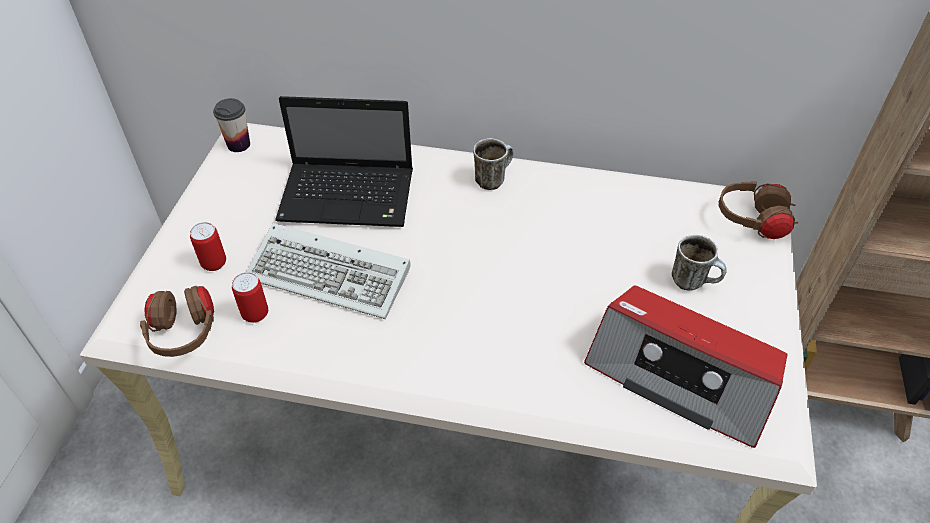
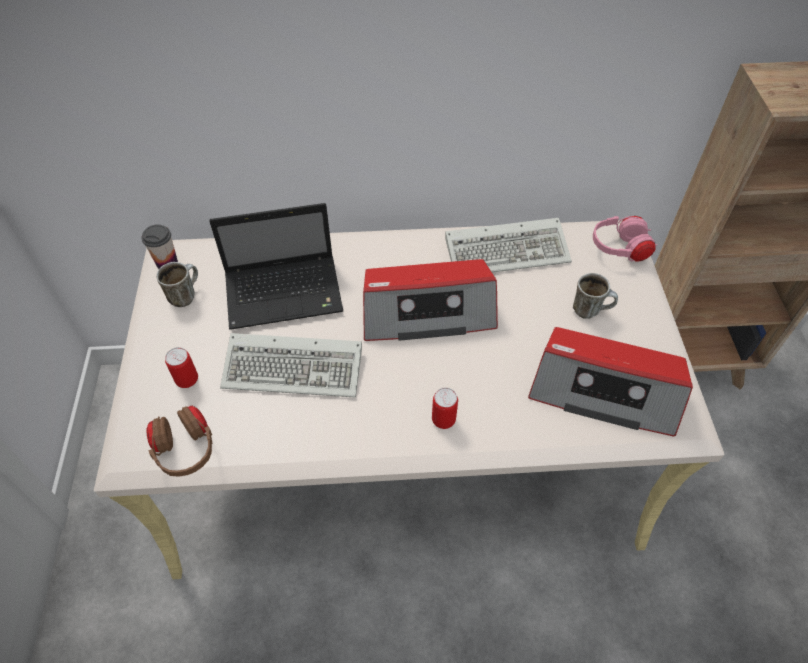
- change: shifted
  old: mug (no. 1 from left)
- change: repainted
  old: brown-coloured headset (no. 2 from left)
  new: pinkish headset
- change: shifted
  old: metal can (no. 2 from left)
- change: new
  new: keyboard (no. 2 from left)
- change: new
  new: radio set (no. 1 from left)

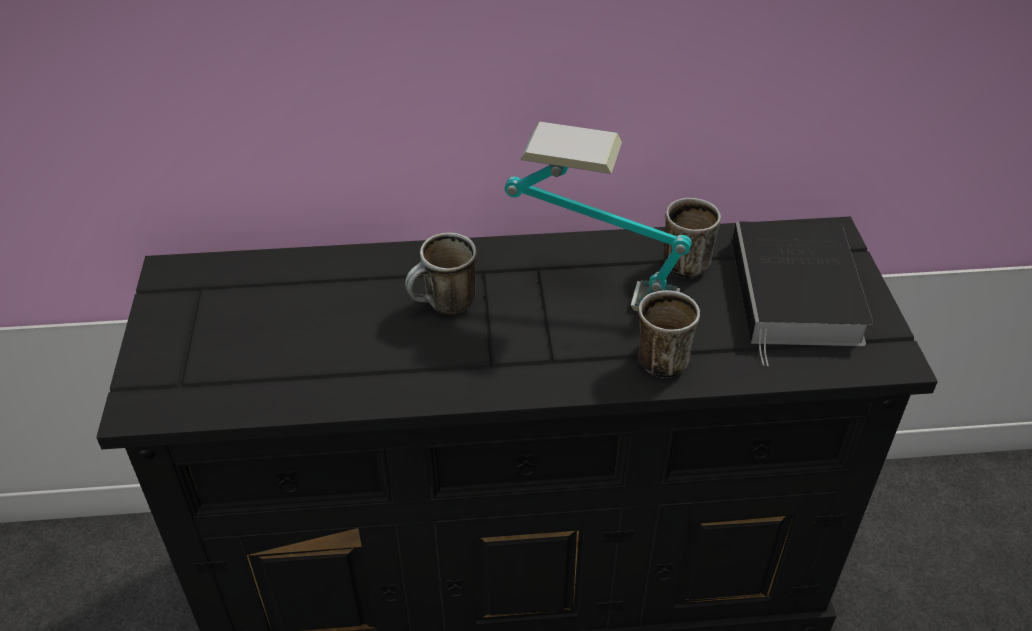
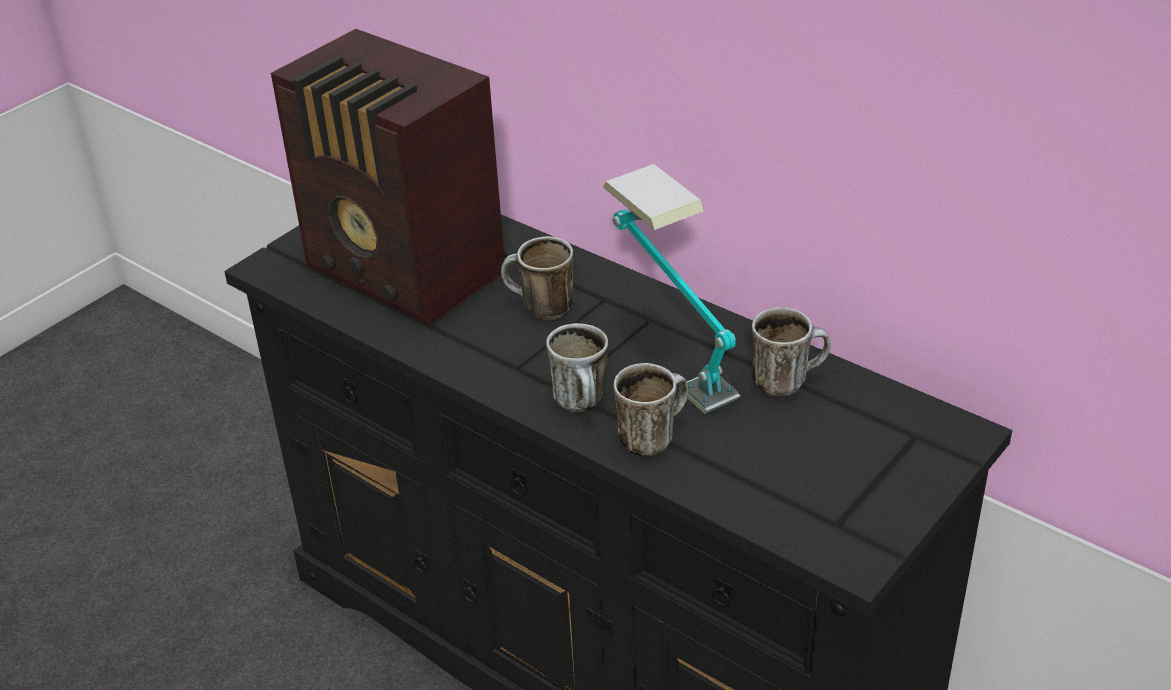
- change: gone
  old: bound book
- change: new
  new: radio set
- change: new
  new: mug (no. 2 from left)

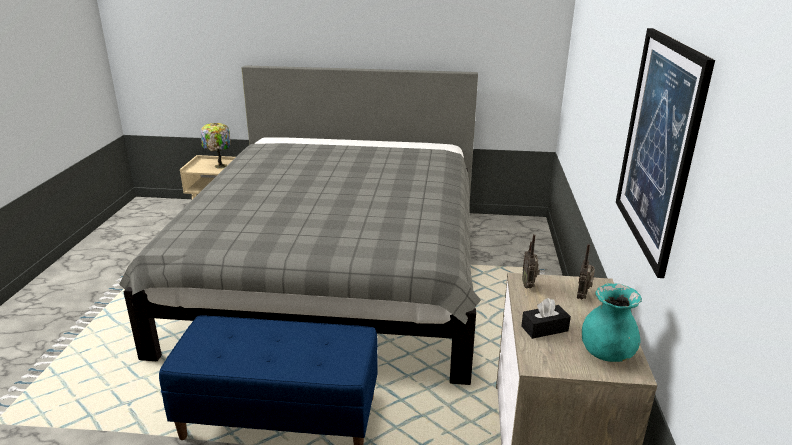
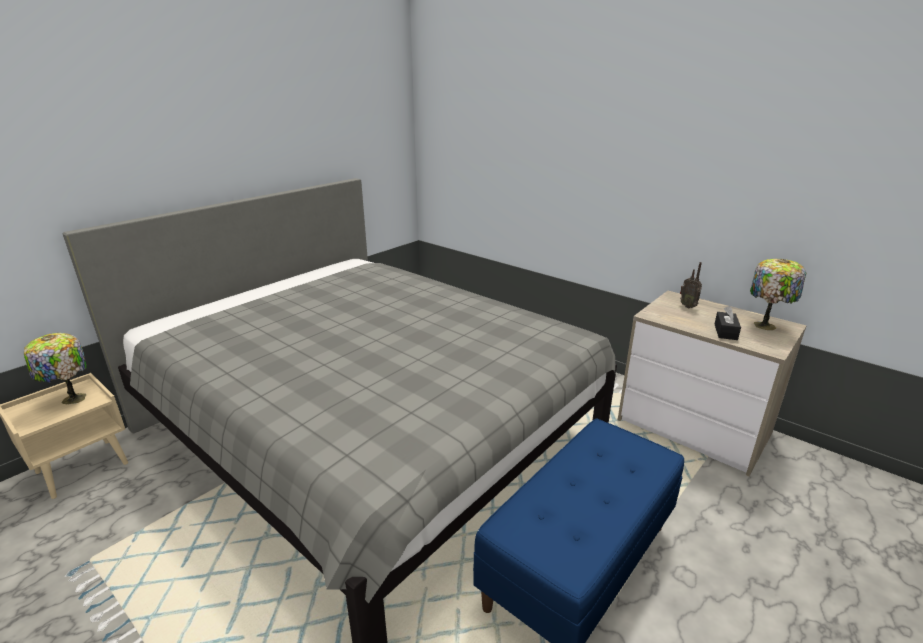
- change: gone
  old: wall art
- change: gone
  old: radio set (no. 1 from left)
- change: swapped
  old: turquoise-coloured flower vase
  new: table lamp (no. 2 from left)

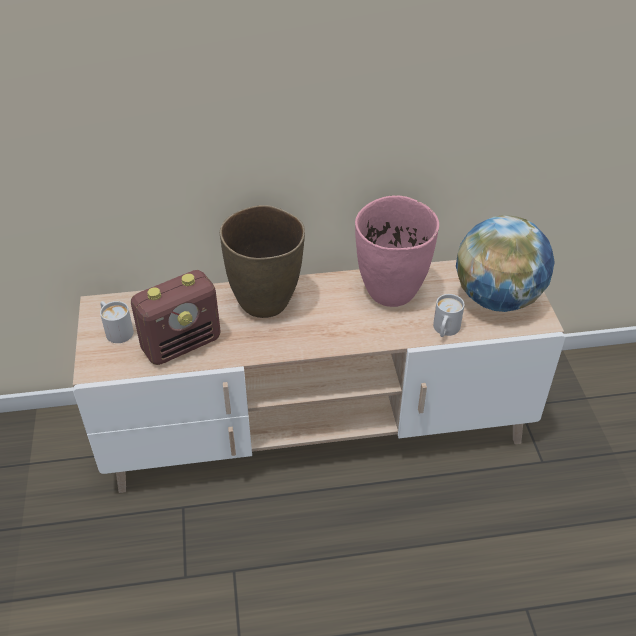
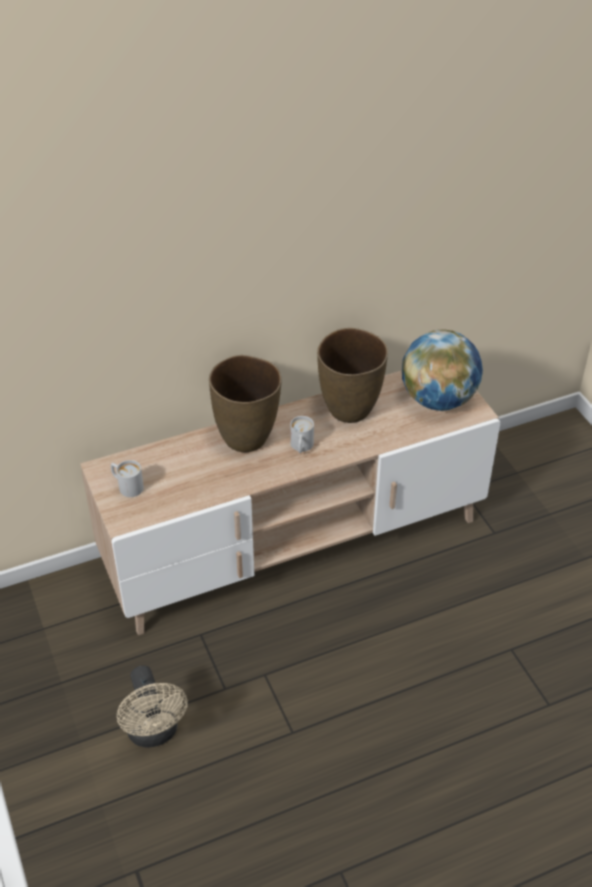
- change: repainted
  old: pinkish flower vase
  new: brown-coloured flower vase (no. 2 from left)
- change: gone
  old: radio set
- change: shifted
  old: white mug (no. 2 from left)
- change: new
  new: beige fan

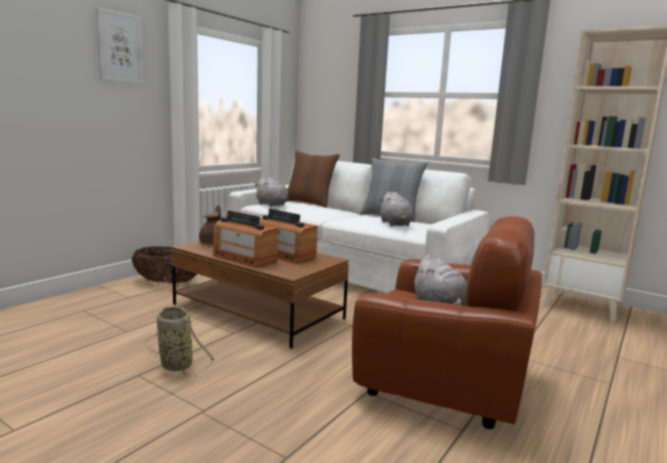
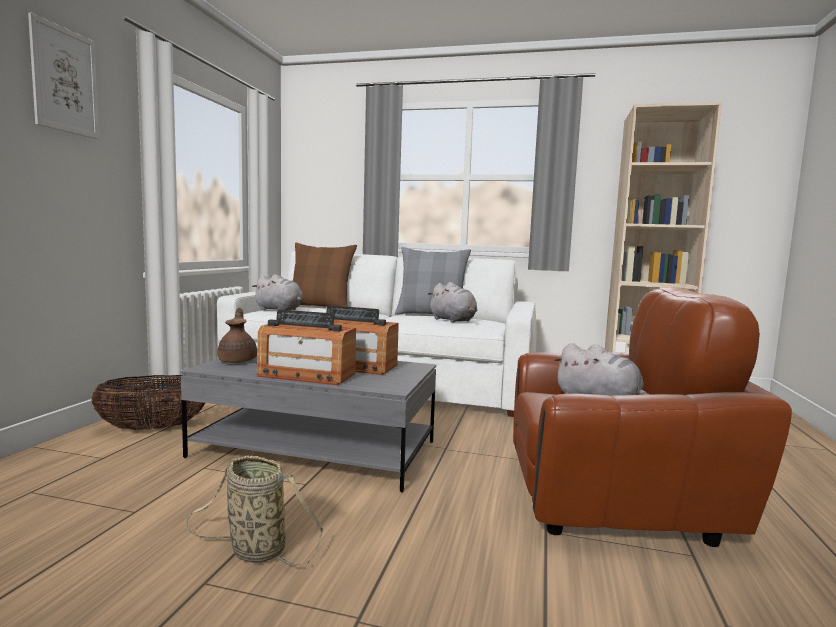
- change: repainted
  old: brown-coloured low table
  new: gray low table

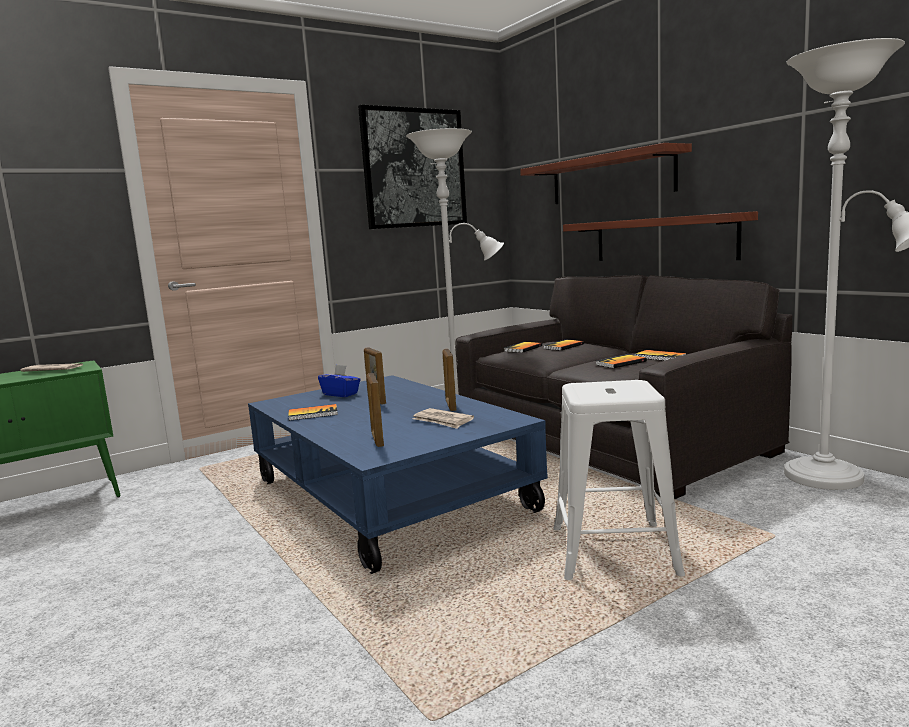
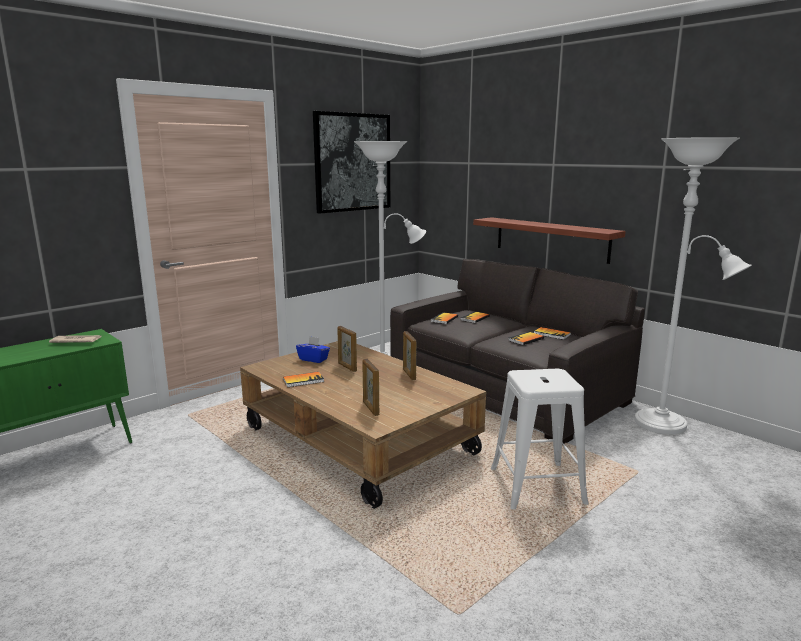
- change: gone
  old: bracket shelf (no. 1 from left)
- change: repainted
  old: bluish low table
  new: brown-coloured low table
- change: gone
  old: printed paper (no. 2 from left)

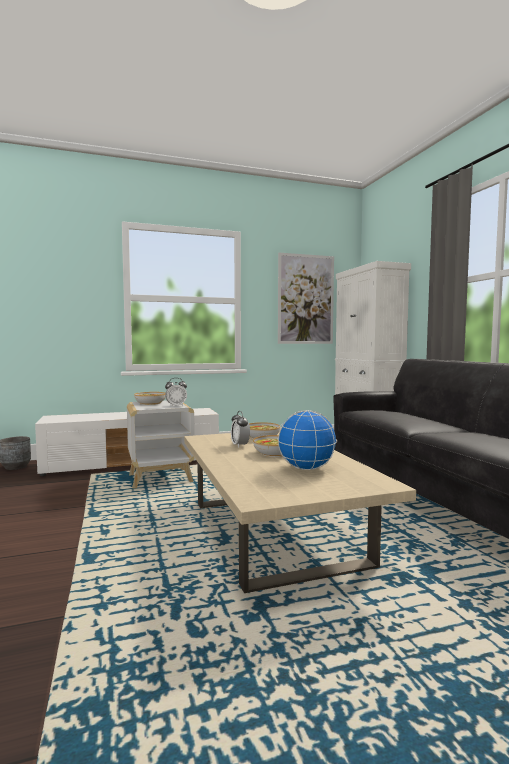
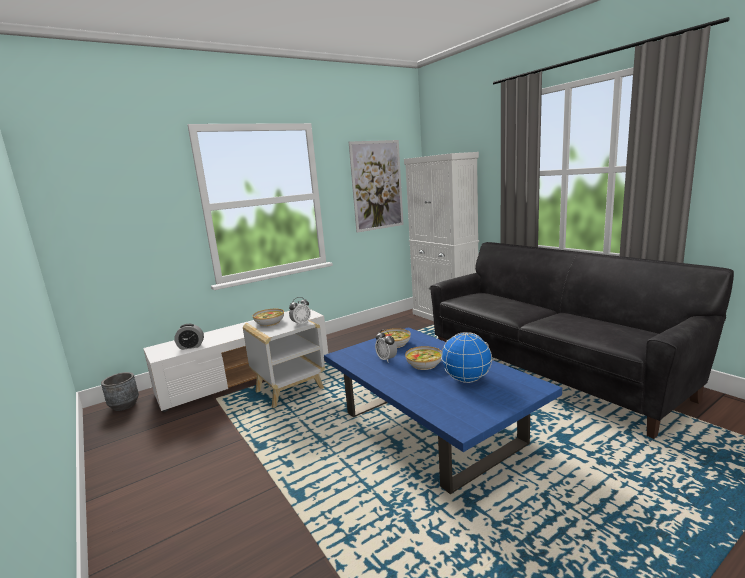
- change: repainted
  old: beige low table
  new: bluish low table
- change: new
  new: alarm clock (no. 1 from left)

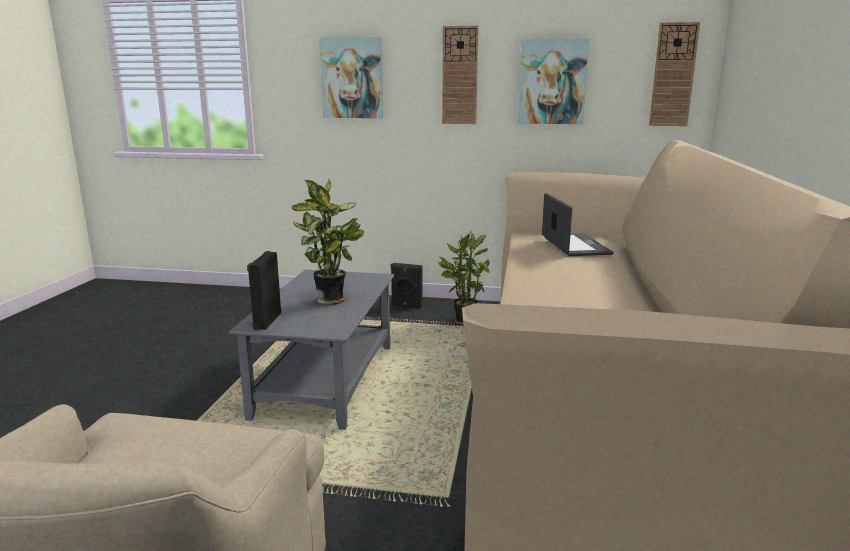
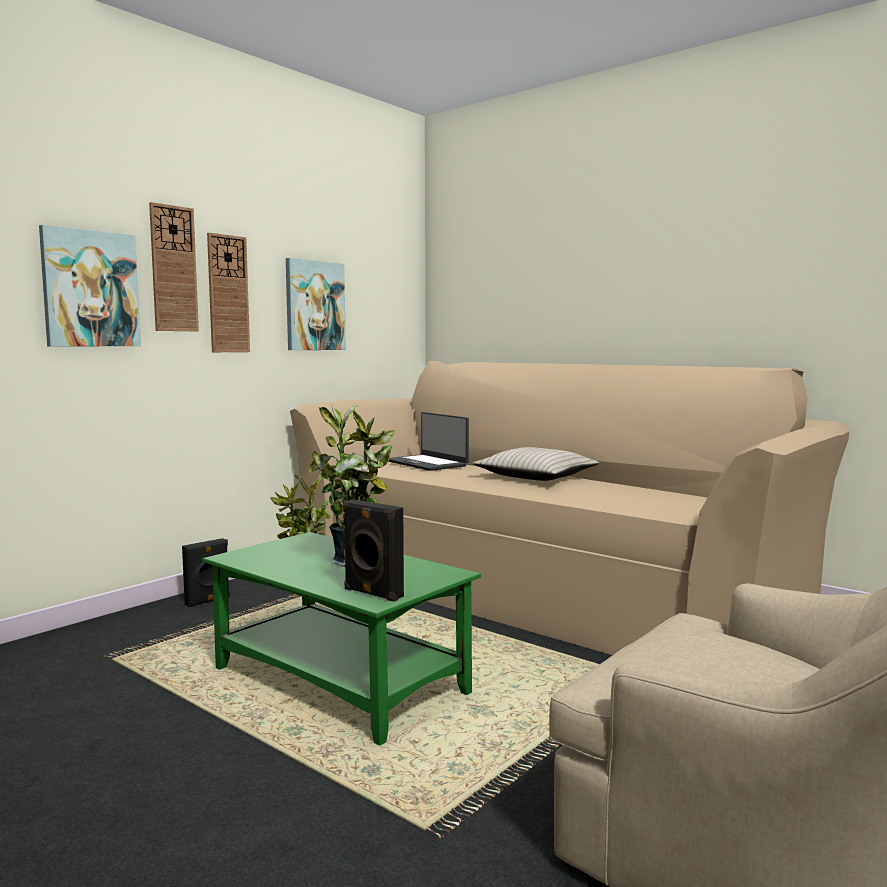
- change: shifted
  old: wall clock (no. 2 from left in the first image)
  new: wall clock (no. 1 from left)
- change: rotated
  old: laptop
  degrees: -150
- change: repainted
  old: gray low table
  new: green low table
- change: new
  new: beige cushion

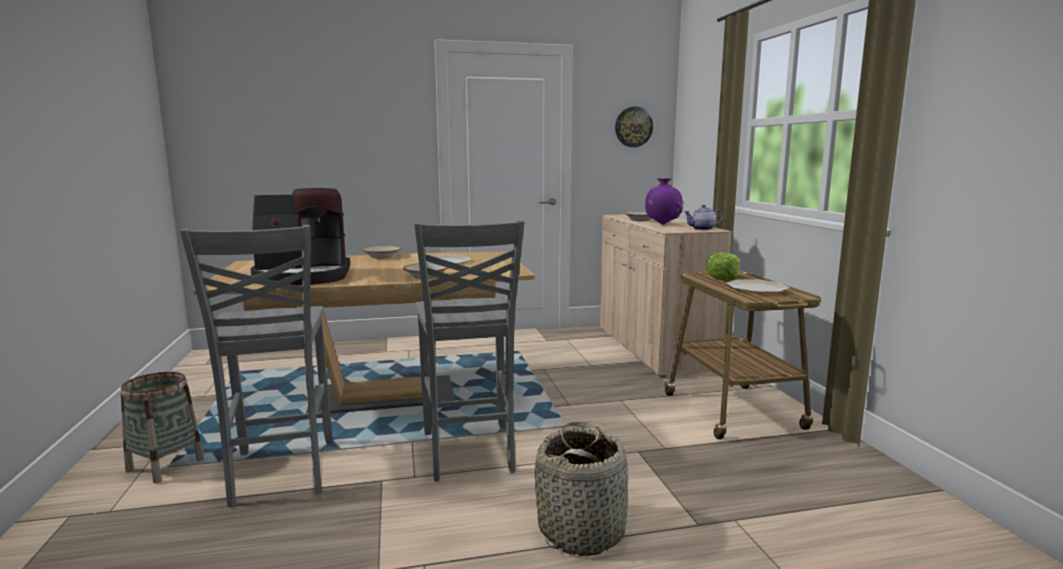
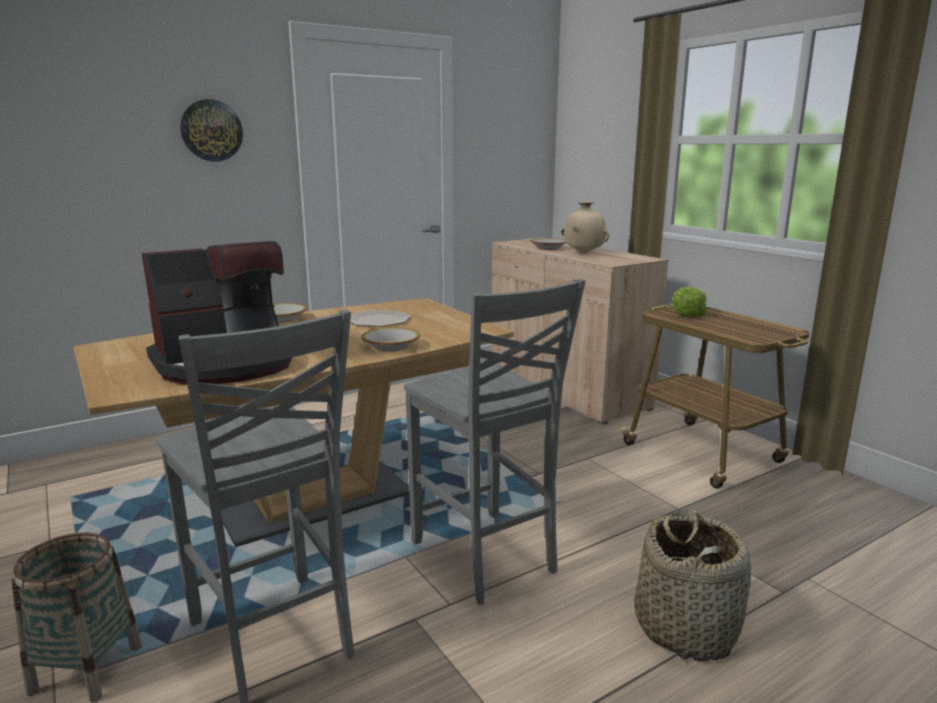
- change: shifted
  old: wall clock
- change: repainted
  old: purple flower vase
  new: beige flower vase
- change: gone
  old: pot for tea
- change: gone
  old: flat dish (no. 2 from left)

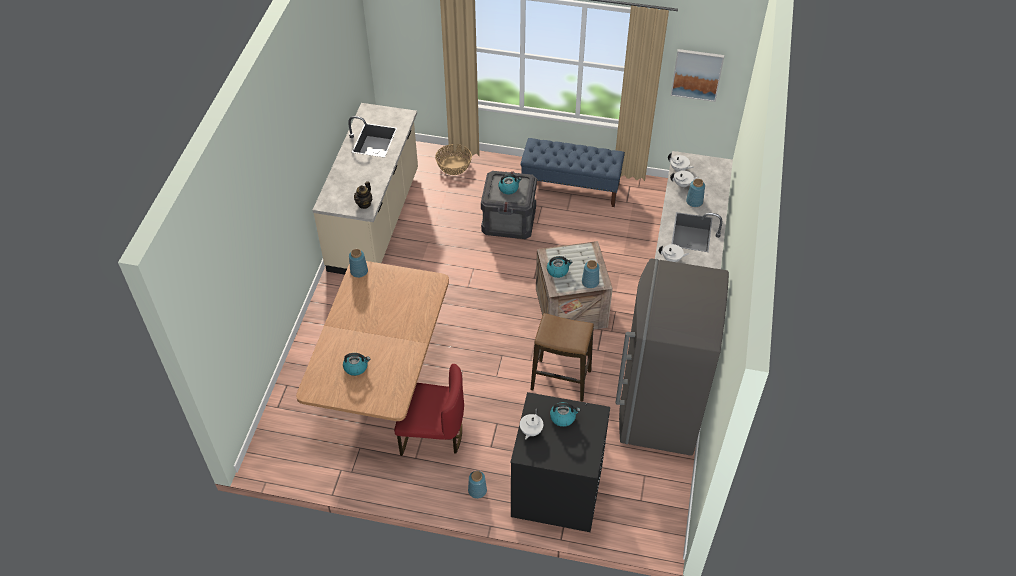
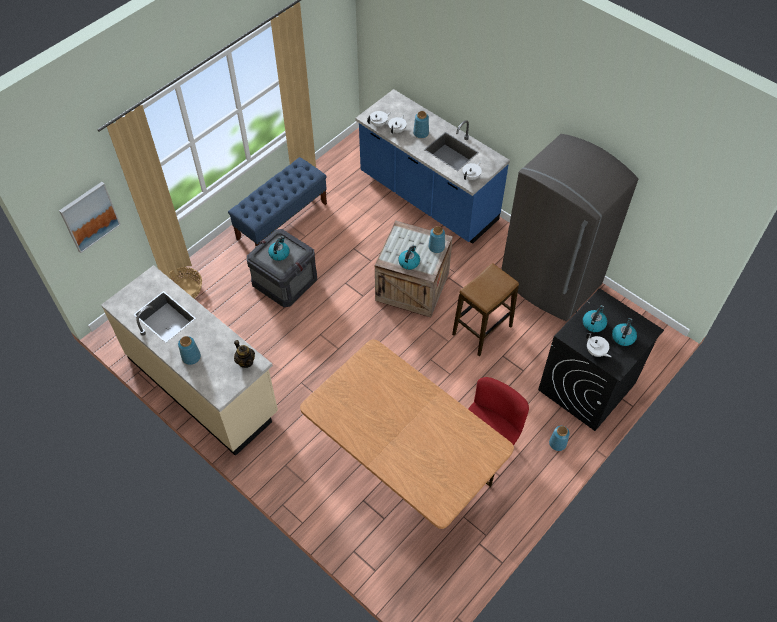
- change: shifted
  old: wall art
- change: shifted
  old: bluish flower vase (no. 1 from left)
- change: shifted
  old: tea kettle (no. 1 from left in the first image)
  new: tea kettle (no. 4 from left)

